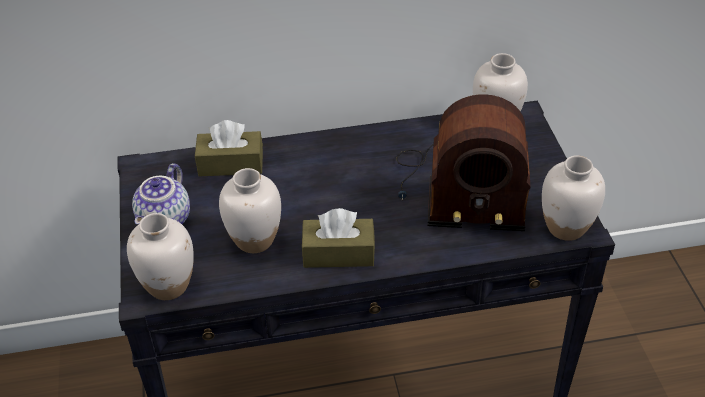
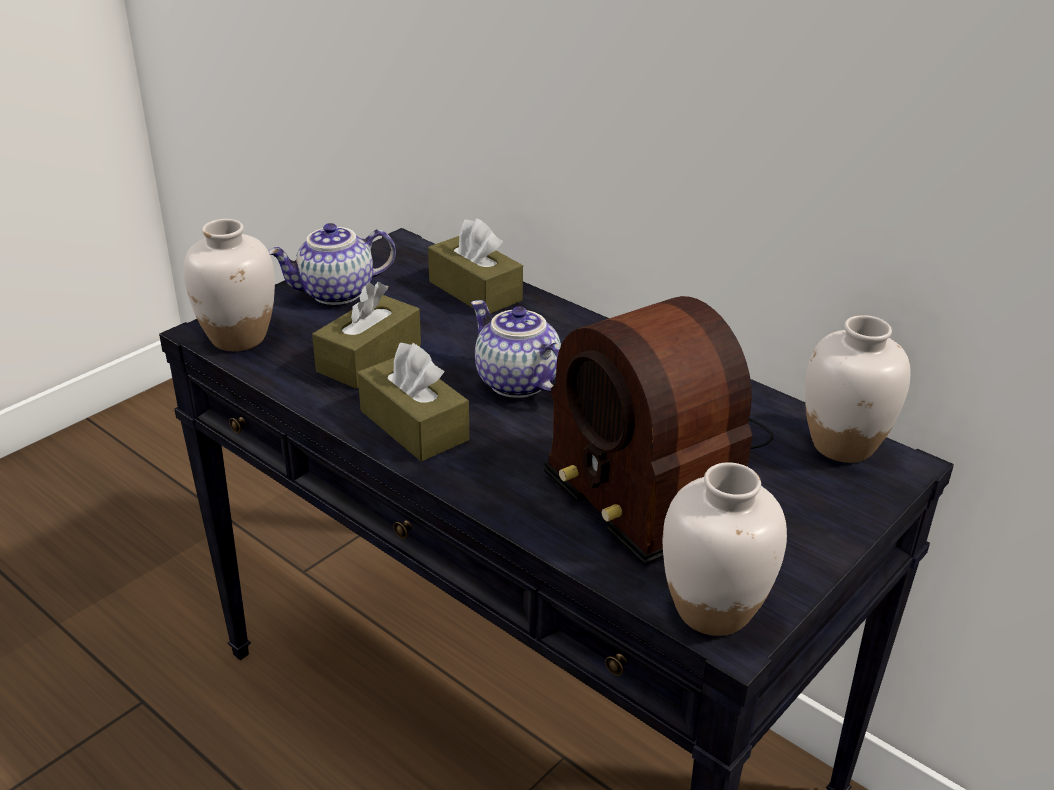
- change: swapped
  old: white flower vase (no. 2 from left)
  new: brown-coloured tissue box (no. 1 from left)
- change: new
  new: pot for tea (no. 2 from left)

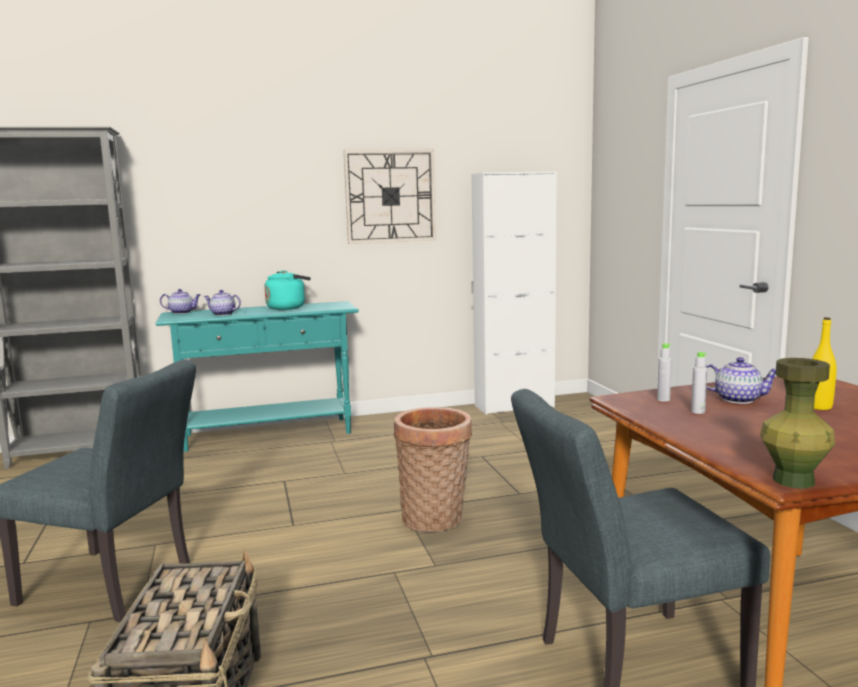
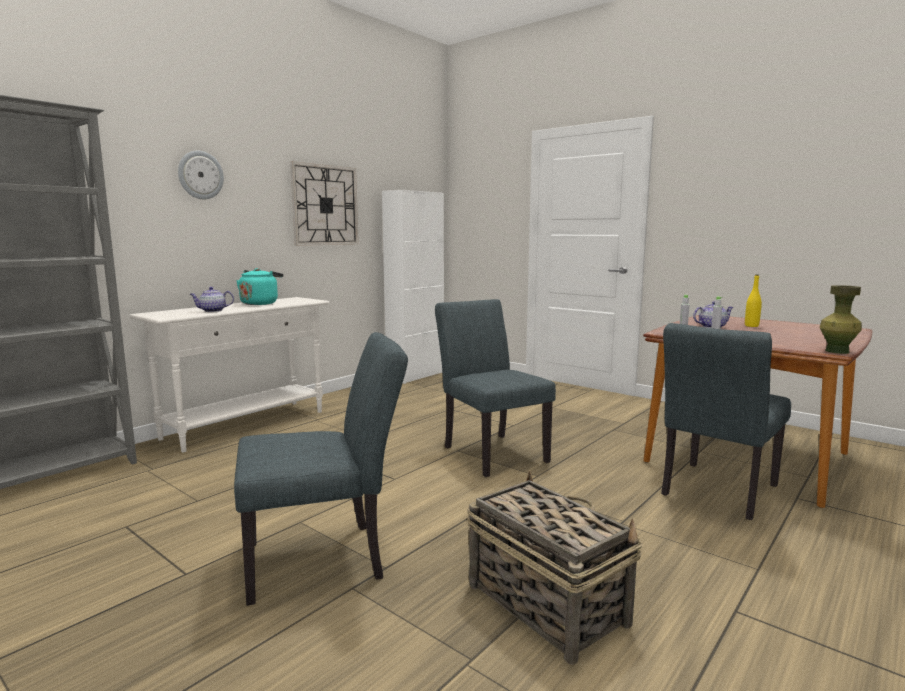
- change: gone
  old: pot for tea (no. 1 from left)
- change: repainted
  old: turquoise-coloured console table
  new: white console table
- change: swapped
  old: household basket (no. 2 from left)
  new: gray chair (no. 2 from left)
- change: new
  new: wall clock (no. 1 from left)

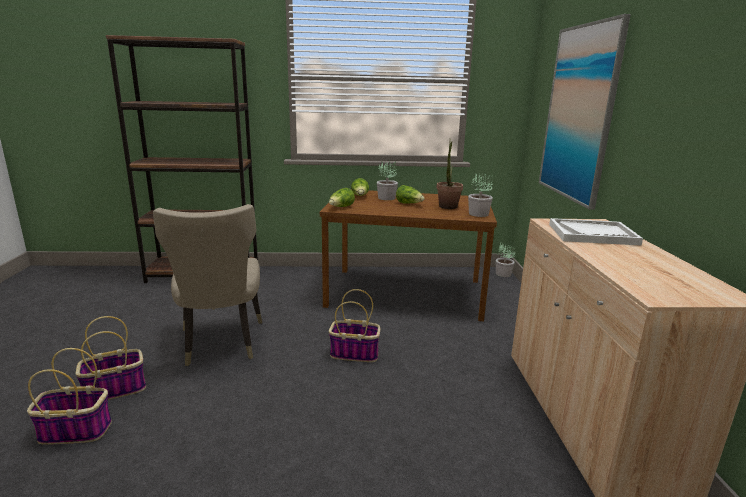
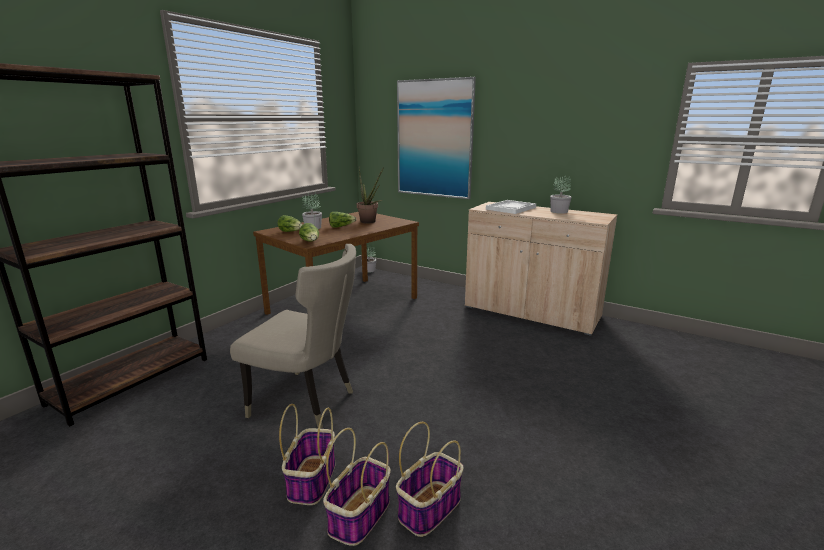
- change: shifted
  old: plant in a pot (no. 3 from left in the first image)
  new: plant in a pot (no. 4 from left)
- change: shifted
  old: household basket (no. 3 from left)

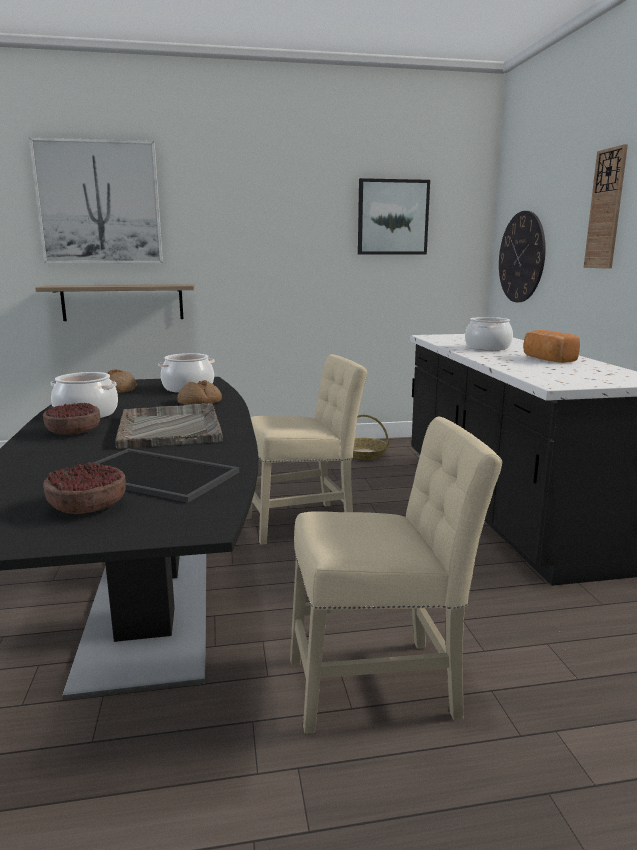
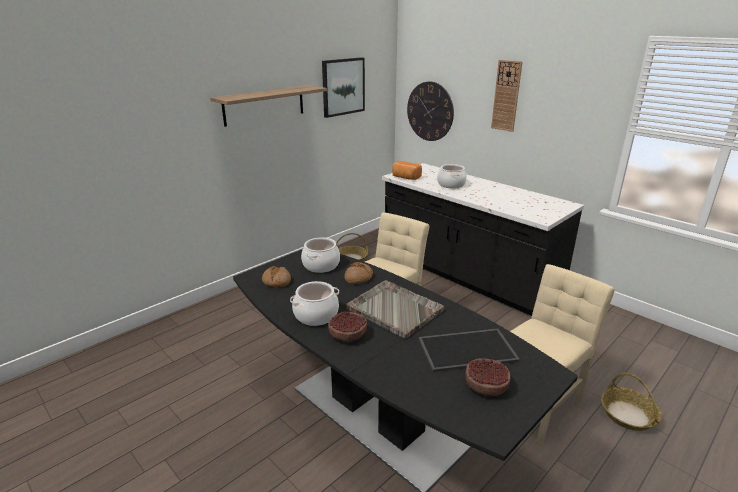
- change: gone
  old: wall art (no. 1 from left)
- change: shifted
  old: bracket shelf
- change: shifted
  old: bread (no. 3 from left)
- change: new
  new: household basket (no. 2 from left)

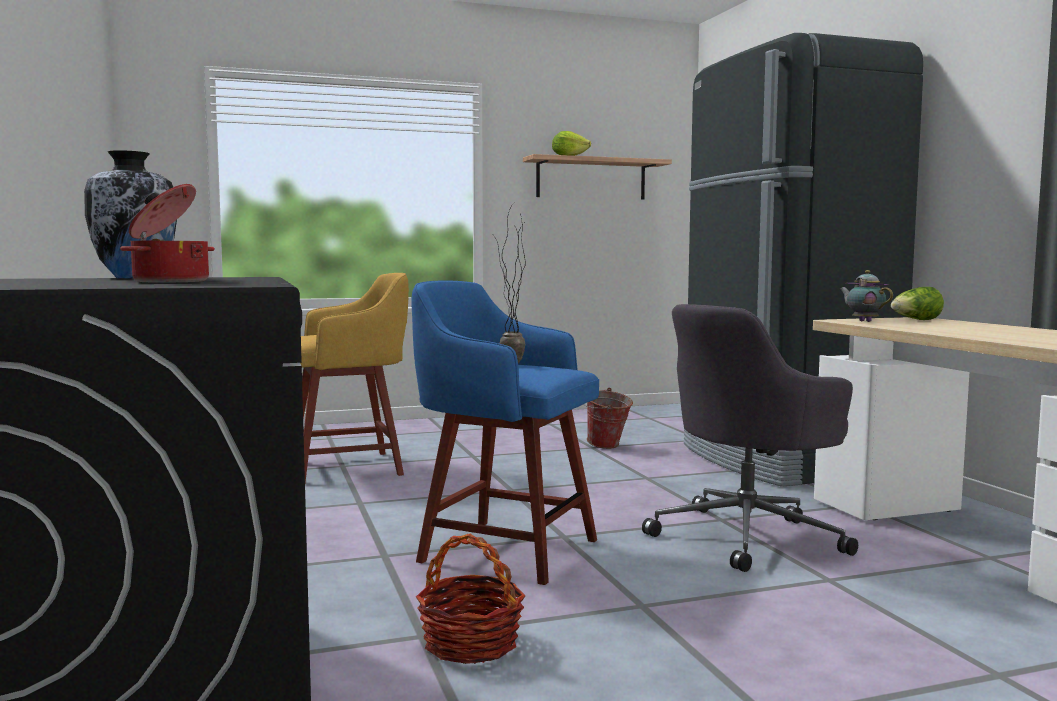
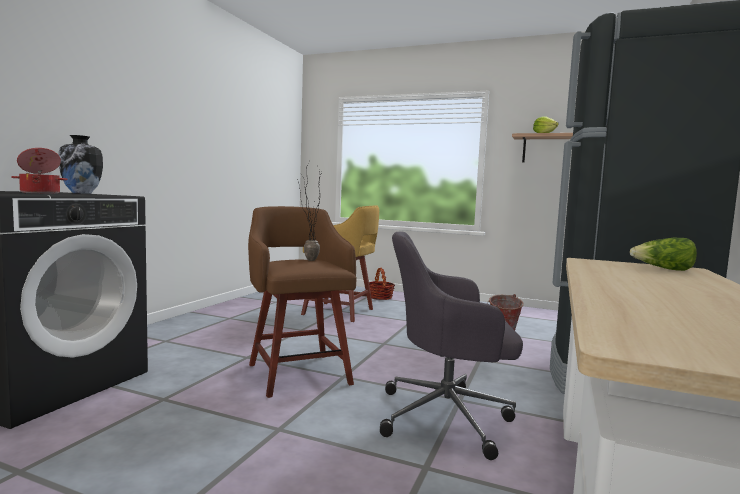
- change: gone
  old: pot for tea
- change: repainted
  old: bluish sitting stool
  new: brown-coloured sitting stool
- change: shifted
  old: household basket

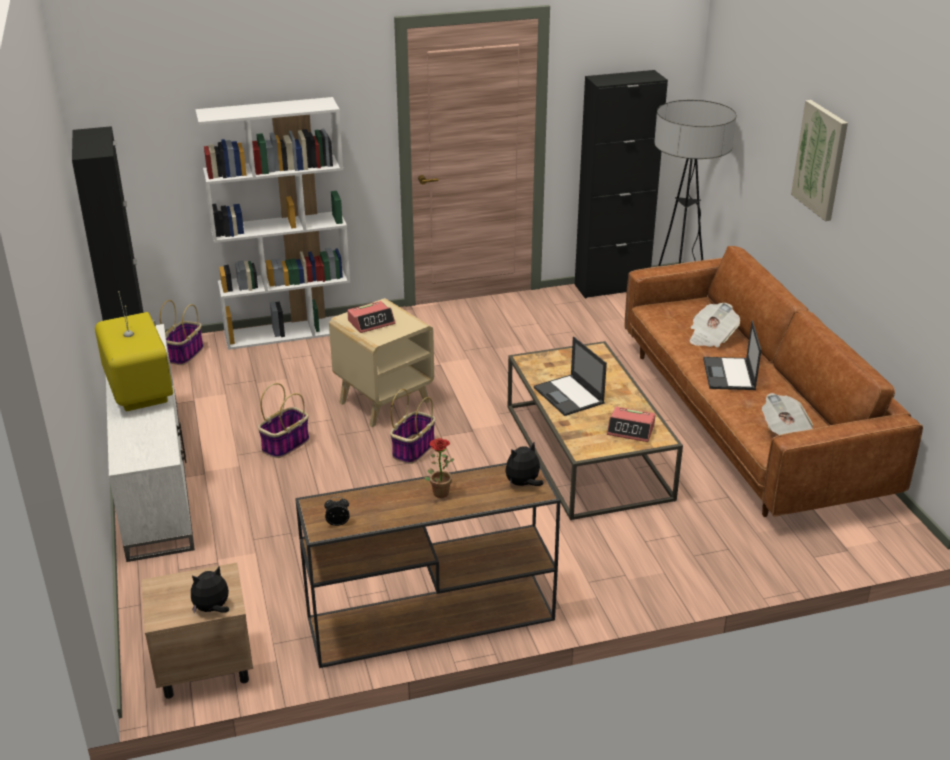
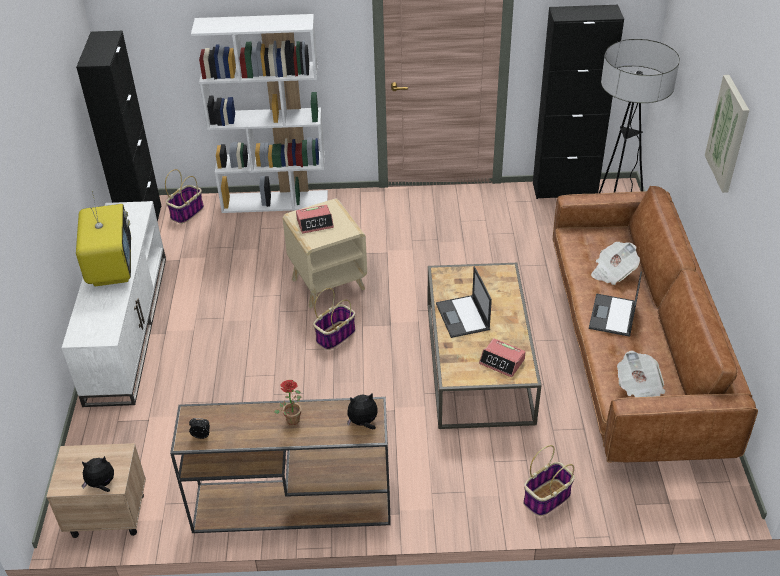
- change: shifted
  old: household basket (no. 2 from left in the first image)
  new: household basket (no. 3 from left)

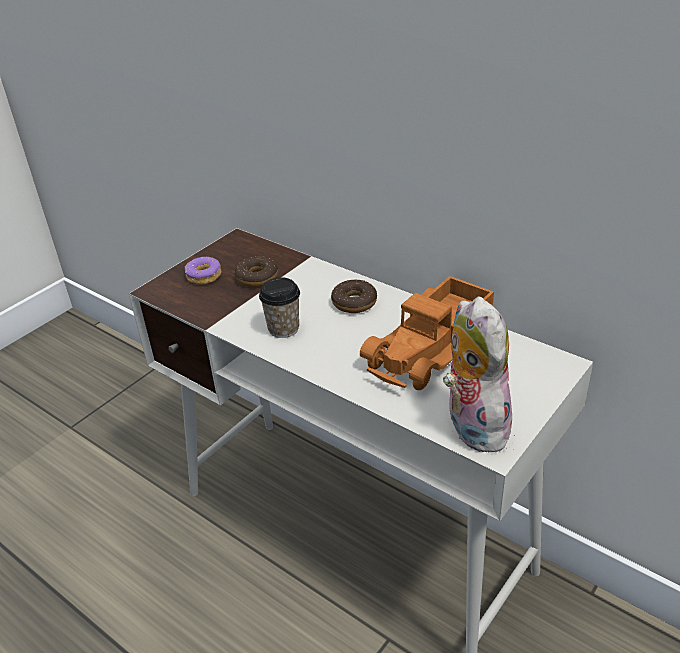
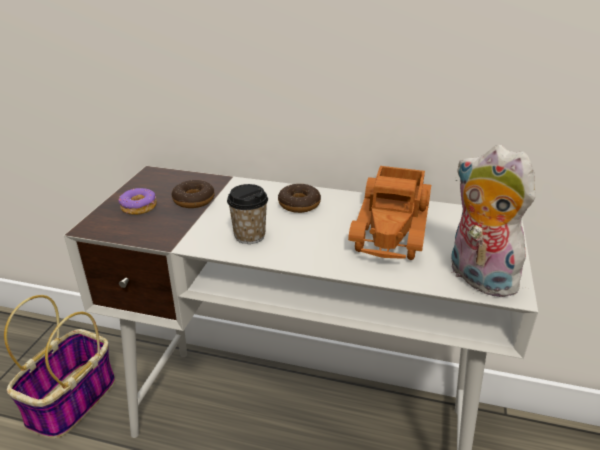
- change: new
  new: household basket

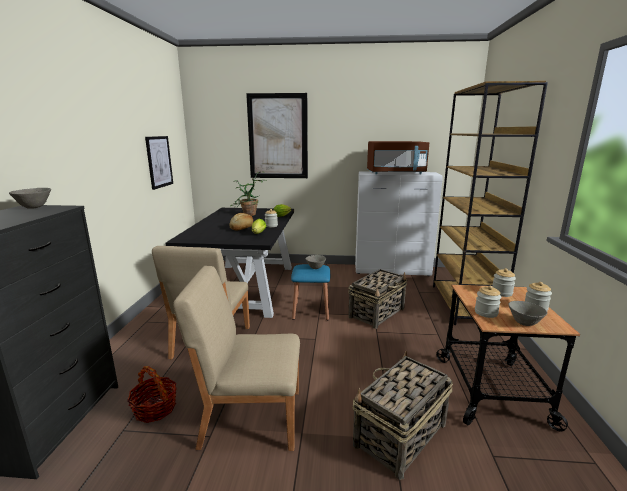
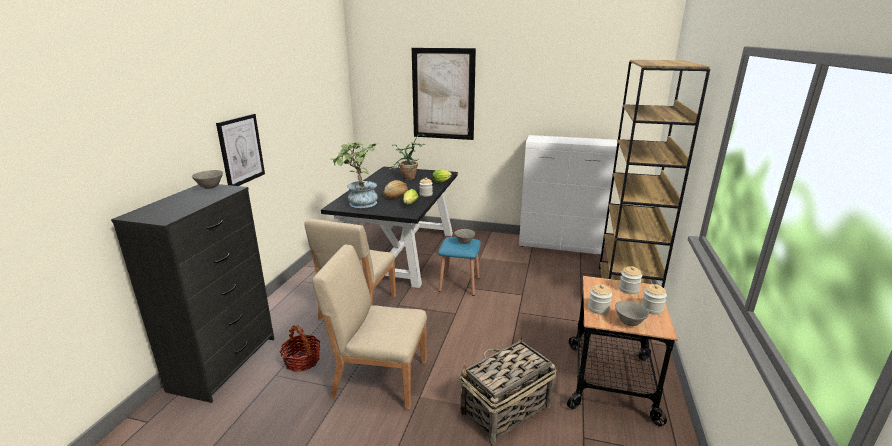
- change: shifted
  old: wall art (no. 1 from left)
- change: gone
  old: brown-coloured kitchen microwave
- change: gone
  old: household basket (no. 2 from left)
- change: new
  new: plant in a pot (no. 1 from left)

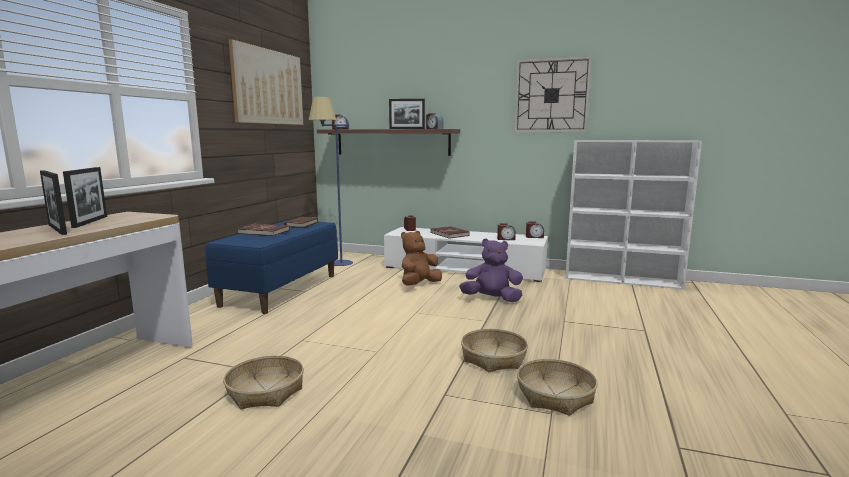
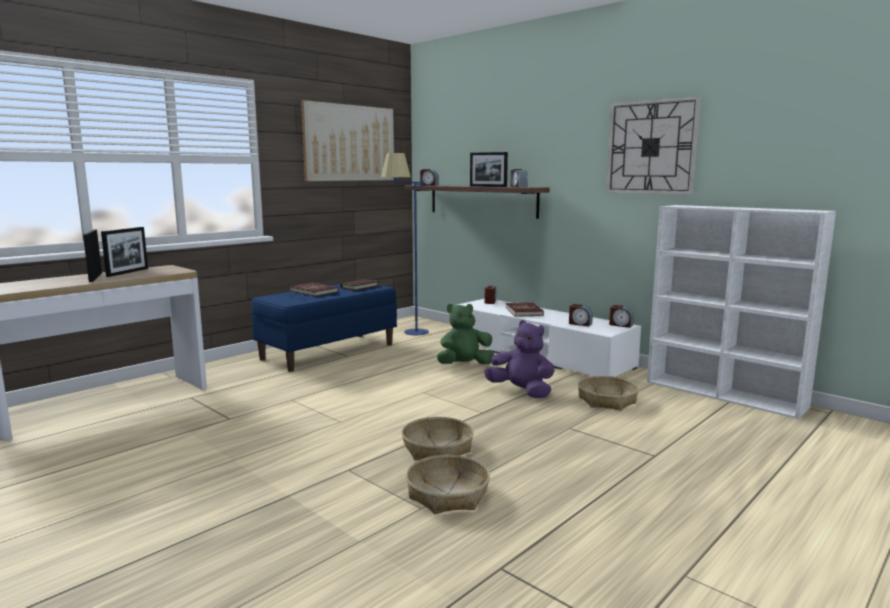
- change: repainted
  old: brown-coloured plush toy
  new: green plush toy
- change: shifted
  old: household basket (no. 1 from left in the first image)
  new: household basket (no. 3 from left)

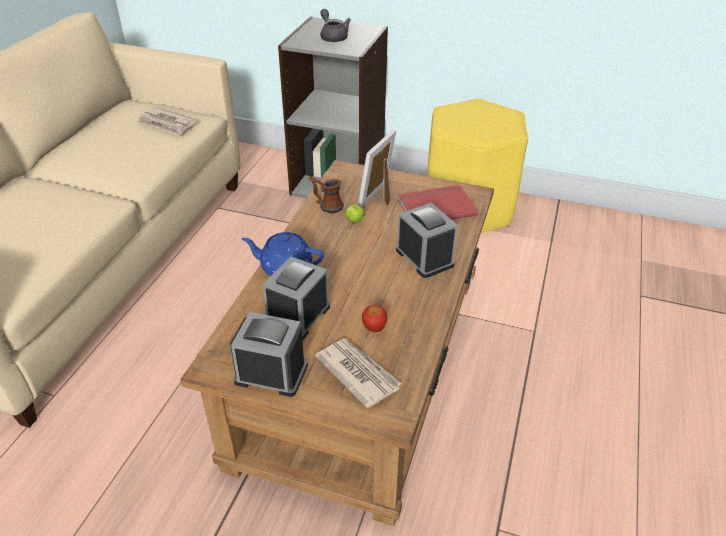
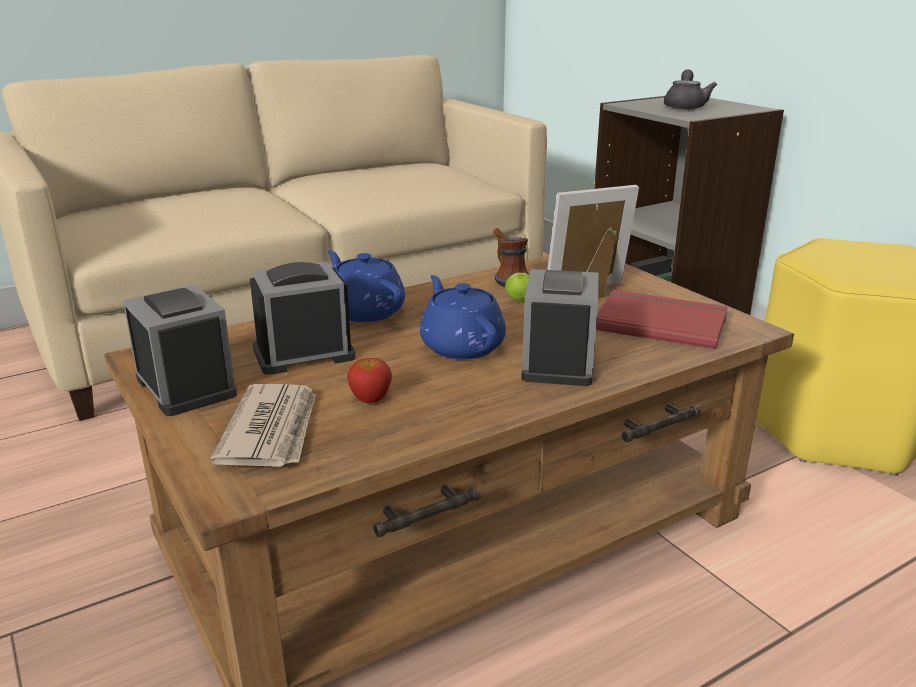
- change: gone
  old: printed paper (no. 1 from left)
- change: new
  new: bluish pot for tea (no. 2 from left)

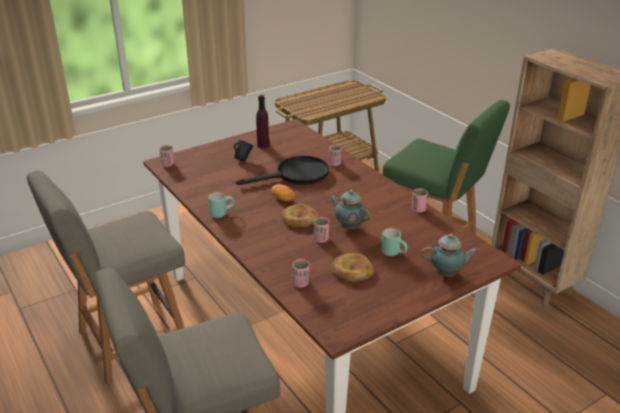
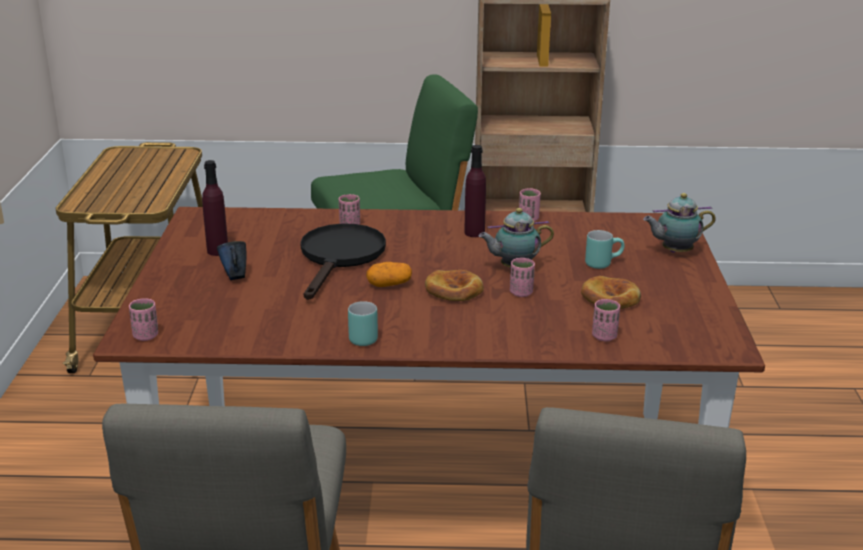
- change: rotated
  old: pot for tea (no. 2 from left)
  degrees: -135
- change: new
  new: purple drink bottle (no. 2 from left)

